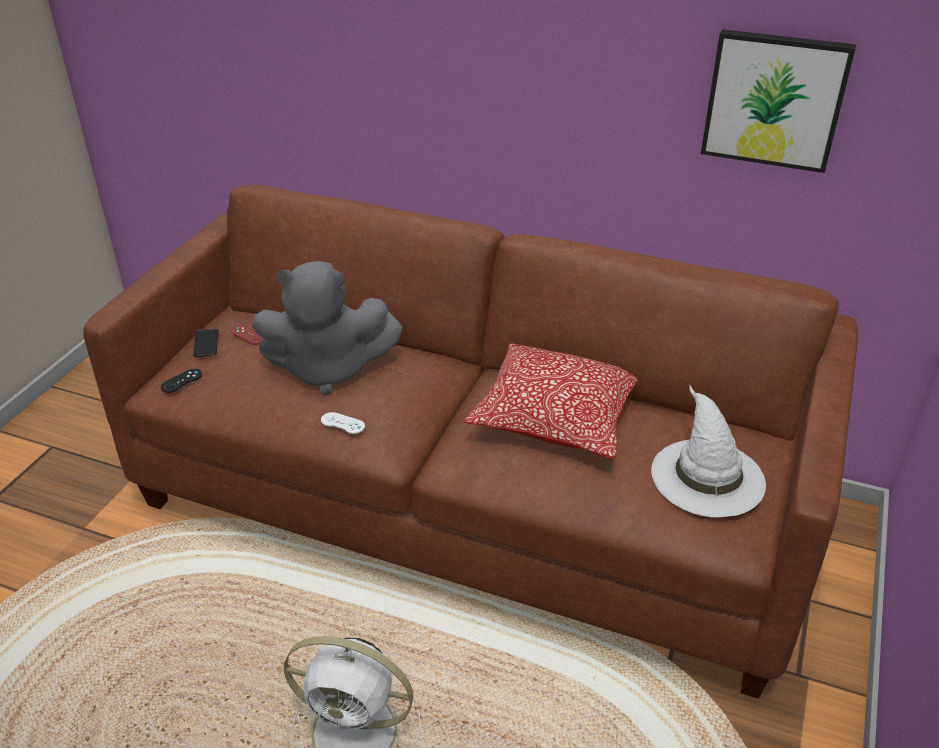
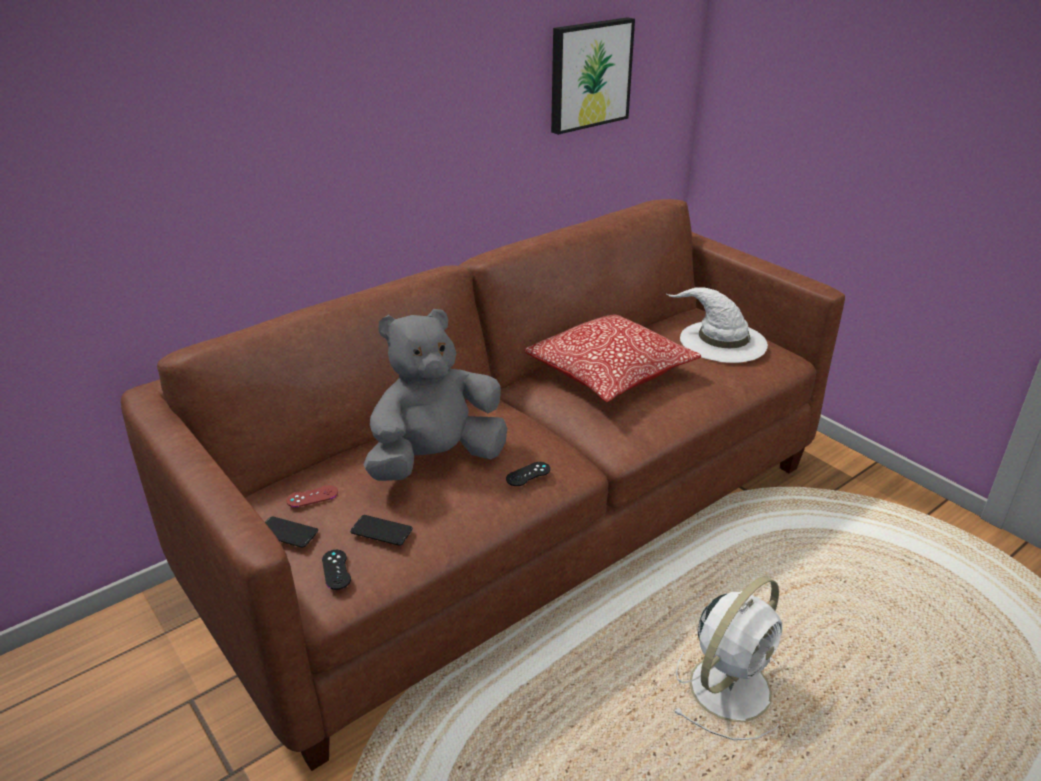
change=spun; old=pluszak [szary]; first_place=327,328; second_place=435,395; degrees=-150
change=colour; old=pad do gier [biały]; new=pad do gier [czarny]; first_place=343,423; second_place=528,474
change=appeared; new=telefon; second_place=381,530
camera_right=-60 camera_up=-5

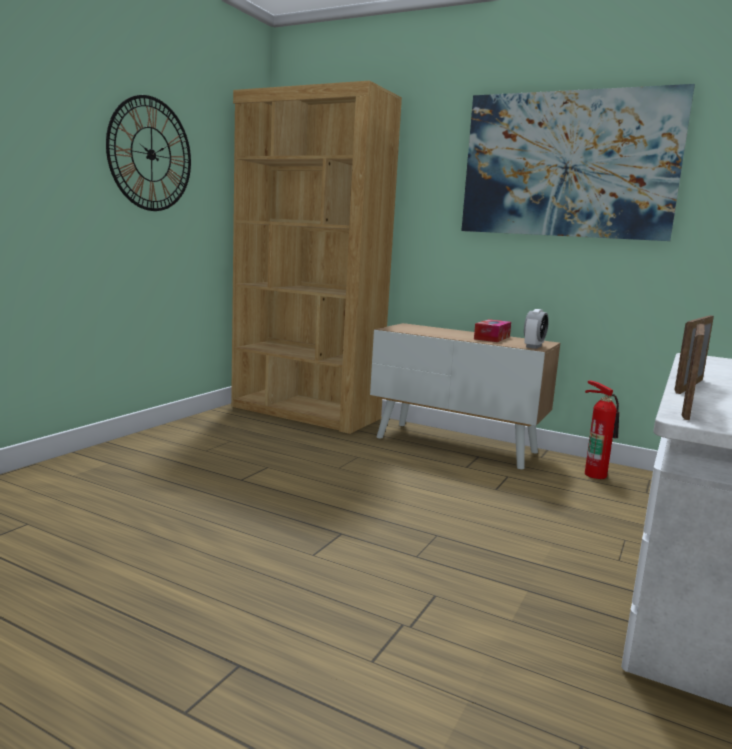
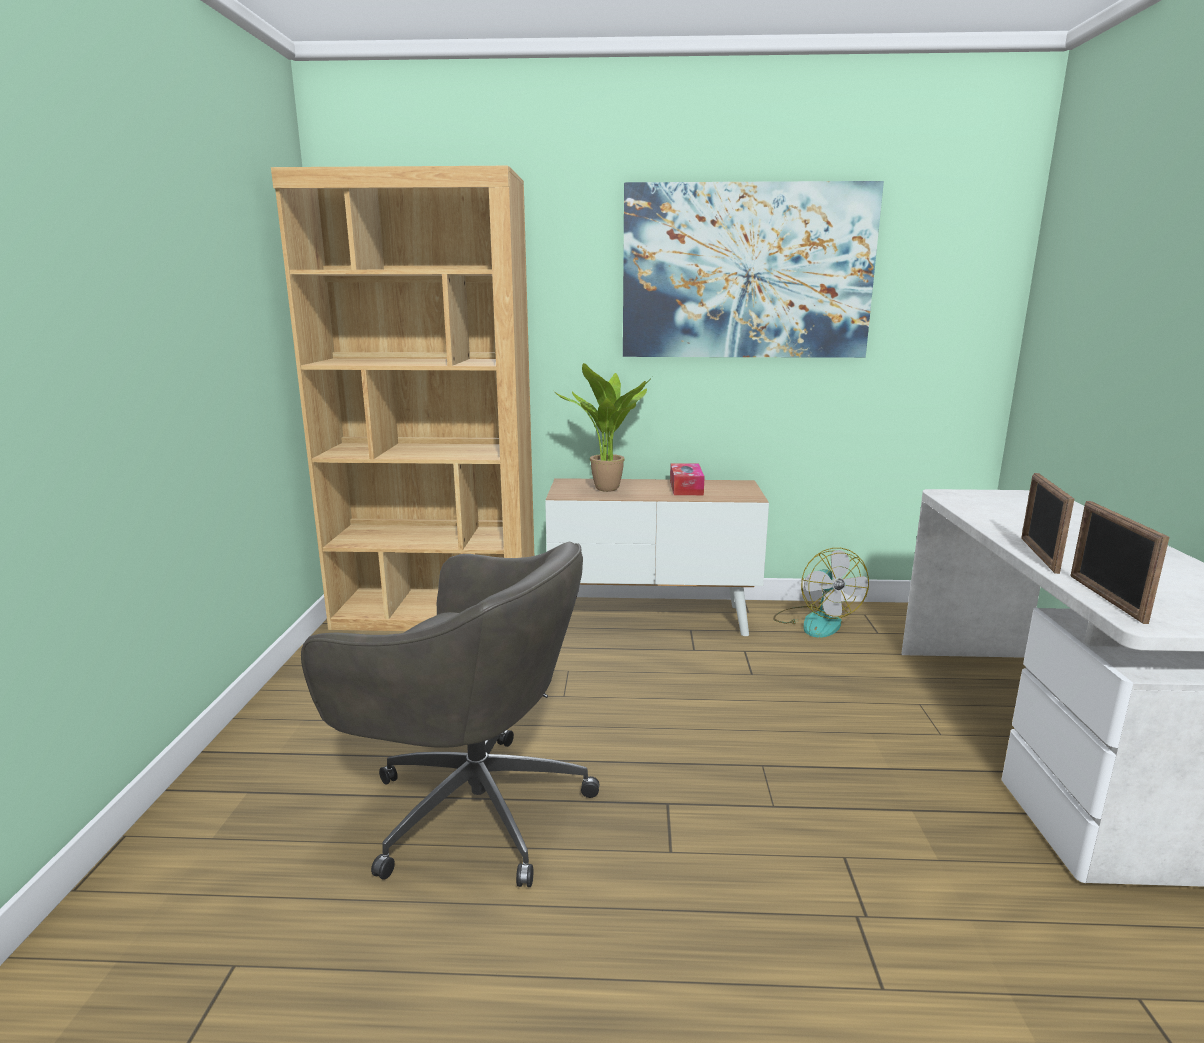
change=missing; old=zegar ścienny; first_place=148,153
change=missing; old=budzik; first_place=536,329
change=exchanged; old=gaśnica; new=wentylator; first_place=602,429; second_place=821,593
change=appeared; new=krzesło biurowe [szary]; second_place=450,714
change=appeared; new=roślina doniczkowa; second_place=602,427
camera_right=-25 camera_up=5

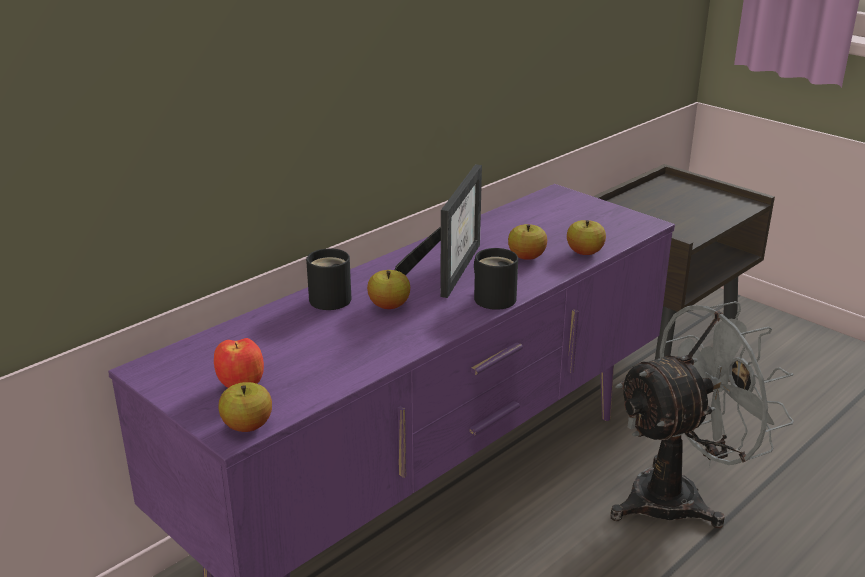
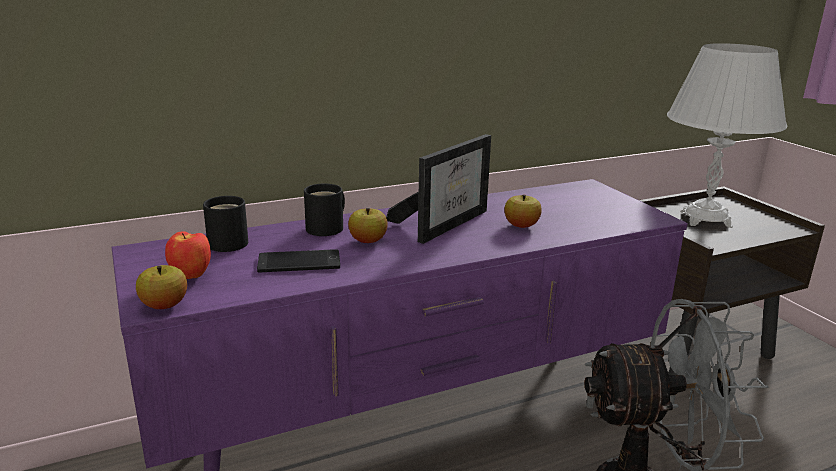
change=relocated; old=kubek [czarny]; first_place=496,279; second_place=225,224
change=missing; old=jabłko; first_place=586,237
change=appeared; new=telefon; second_place=298,261
change=appeared; new=lampa stołowa [biały]; second_place=727,135
camera_right=20 camera_up=-5

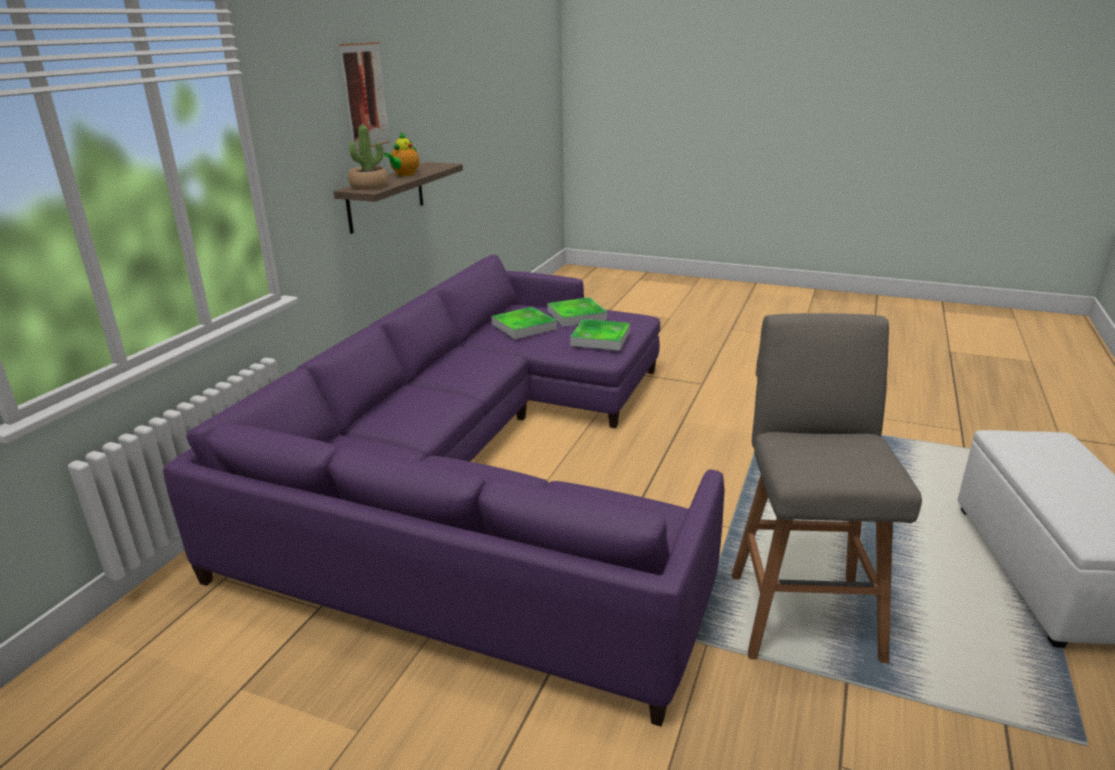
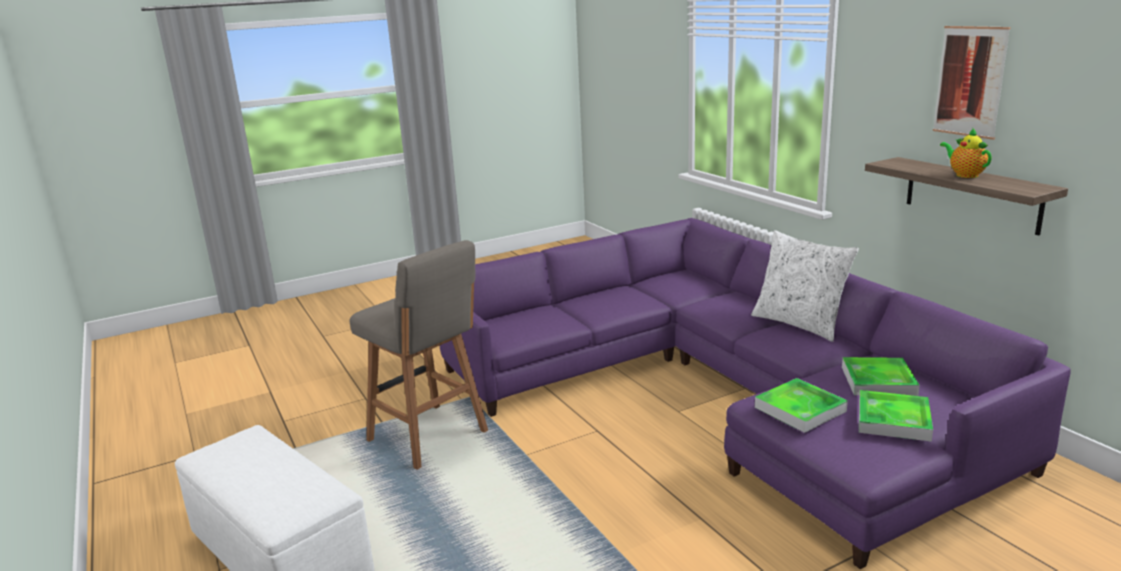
change=missing; old=roślina doniczkowa; first_place=368,157
change=appeared; new=poduszka [biały]; second_place=805,286
camera_right=130 camera_up=-5

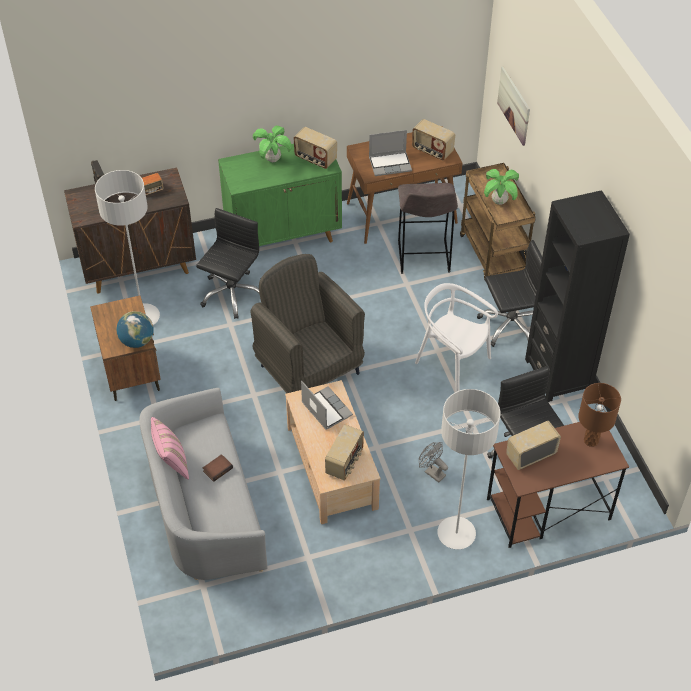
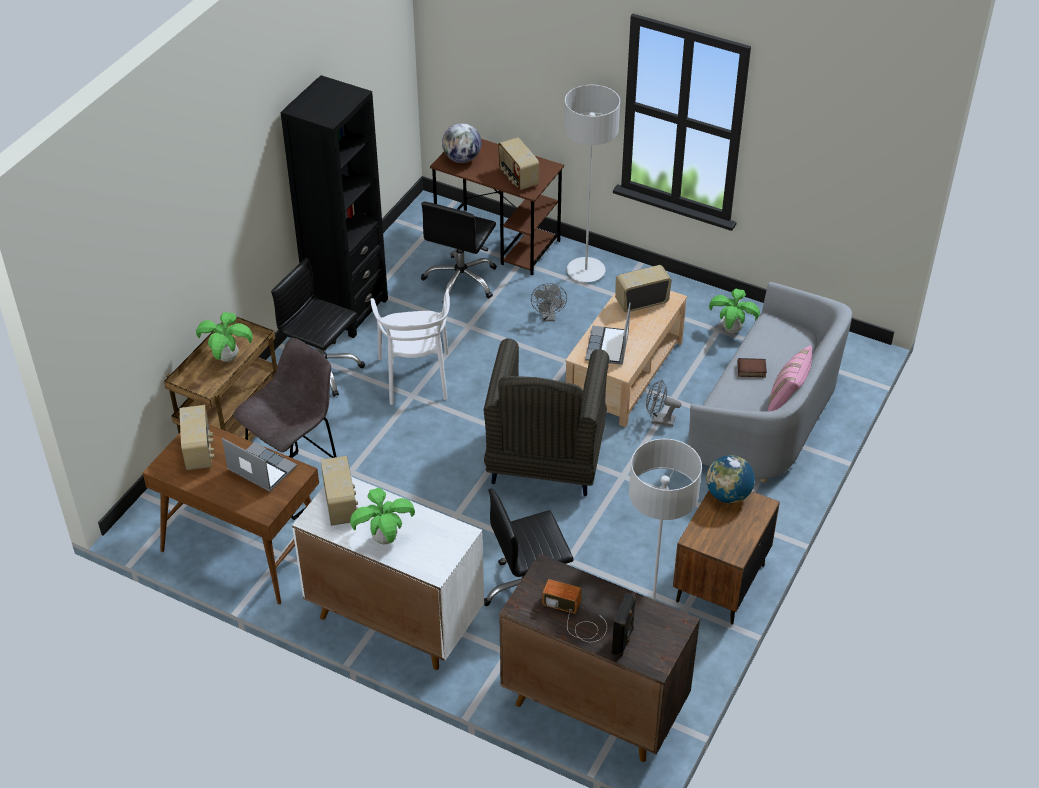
change=colour; old=szafka [zielony]; new=szafka [biały]; first_place=280,195; second_place=388,573
change=missing; old=obraz; first_place=513,106
change=spun; old=radio; first_place=533,445; second_place=518,163; degrees=45
change=exchanged; old=lampa stołowa [brązowy]; new=globus; first_place=599,415; second_place=461,143
change=appeared; new=wentylator [szary]; second_place=663,403
change=appeared; new=roślina doniczkowa; second_place=734,310
camera_right=-135 camera_up=-5

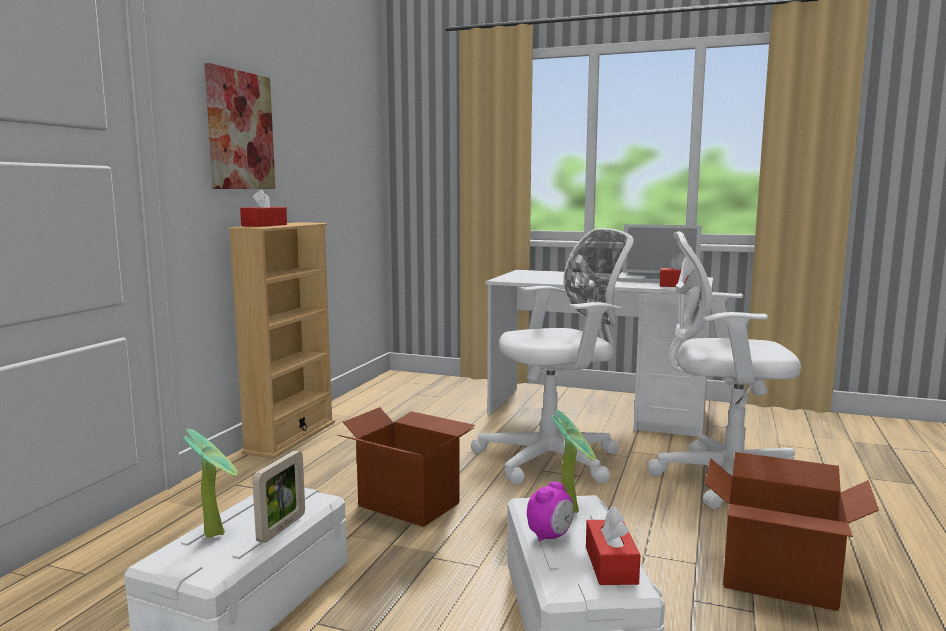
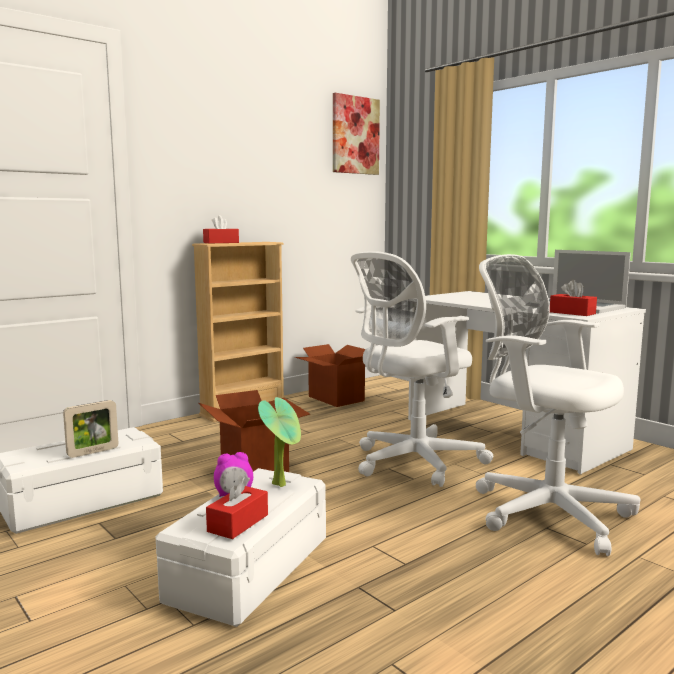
change=missing; old=roślina doniczkowa; first_place=211,483
change=relocated; old=obraz; first_place=240,126; second_place=356,134
change=spun; old=krzesło biurowe [biały]; first_place=552,356; second_place=422,369; degrees=135
change=relocated; old=karton; first_place=792,531; second_place=330,375
camera_right=30 camera_up=0

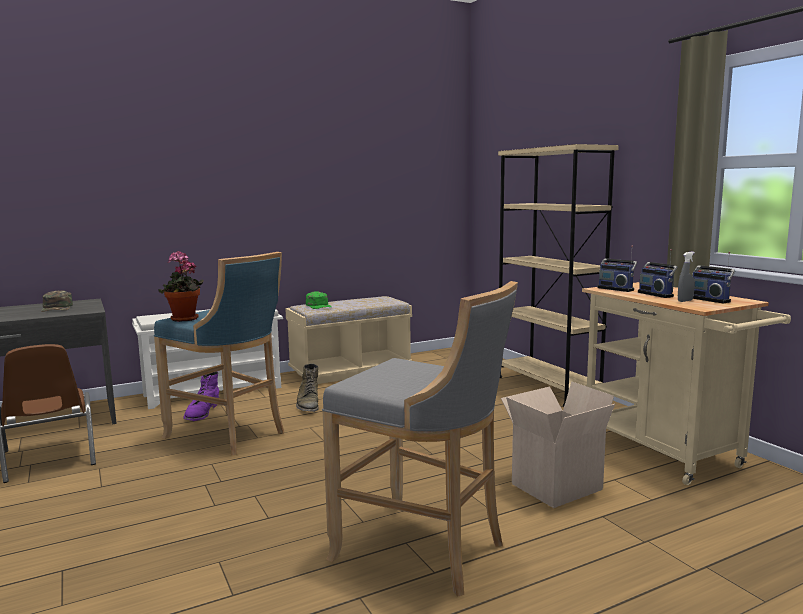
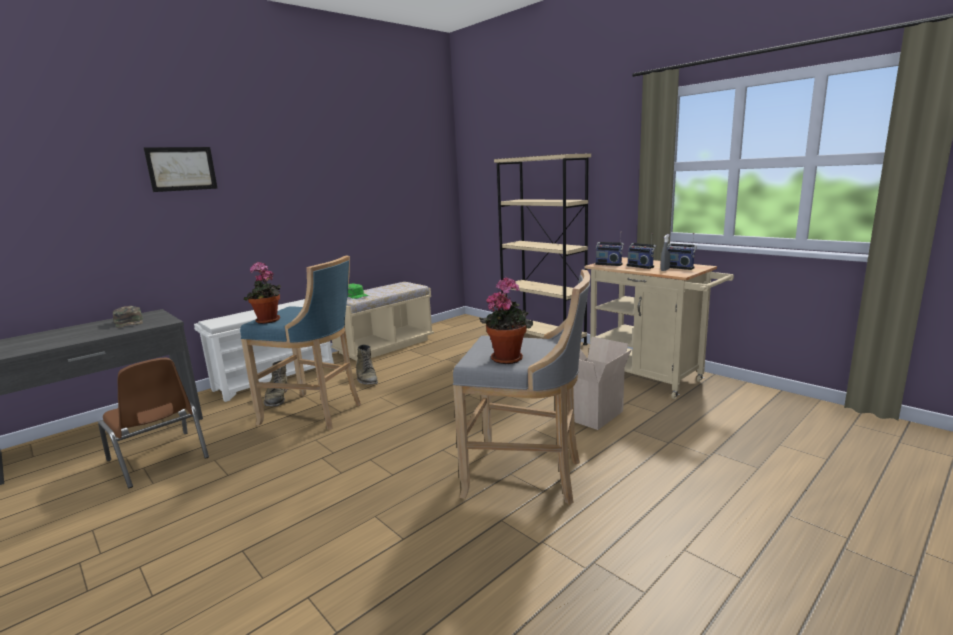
change=colour; old=but z cholewką [fioletowy]; new=but z cholewką [zielony]; first_place=201,396; second_place=276,383
change=appeared; new=obraz; second_place=181,169
change=appeared; new=roślina doniczkowa; second_place=506,320
camera_right=-15 camera_up=5

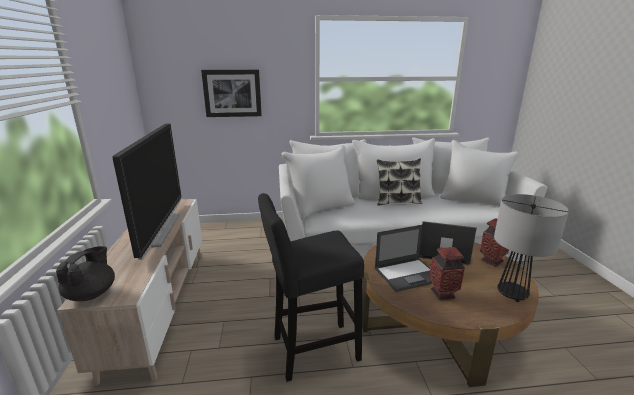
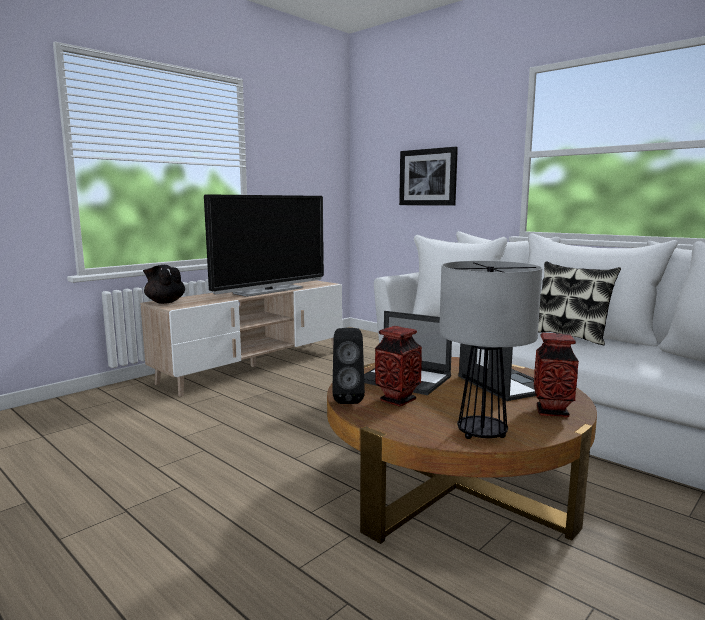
change=spun; old=imbryk [czarny]; first_place=85,273; second_place=164,284; degrees=-120
change=missing; old=stołek [czarny]; first_place=311,287
change=appeared; new=głośnik [czarny]; second_place=348,366
camera_right=50 camera_up=-10

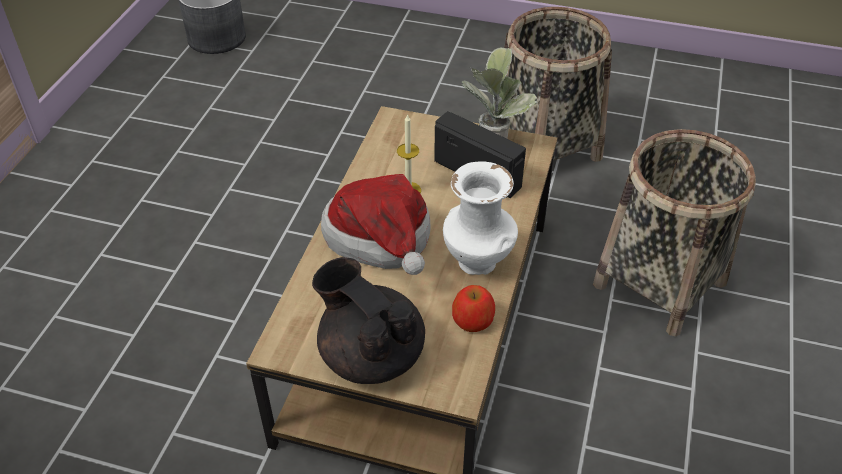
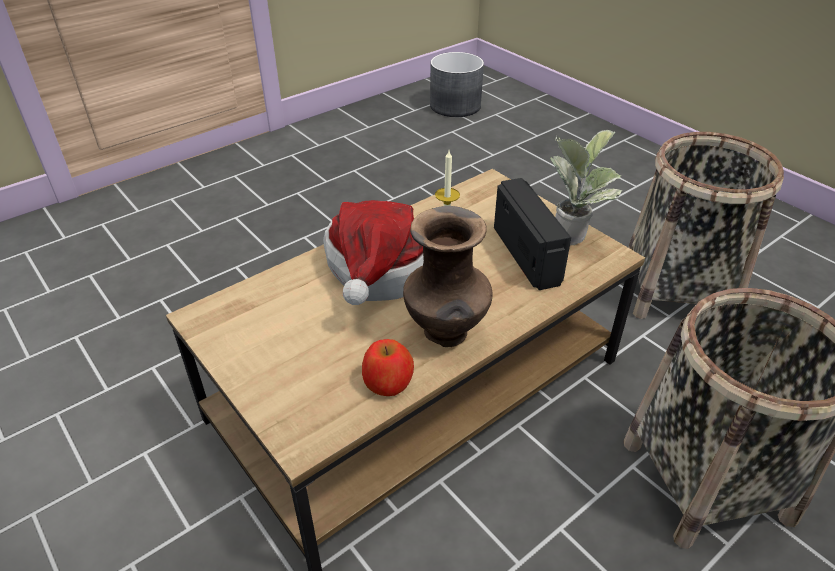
change=missing; old=imbryk [czarny]; first_place=368,320
change=colour; old=wazon [biały]; new=wazon [brązowy]; first_place=480,218; second_place=448,276
camera_right=35 camera_up=-5

